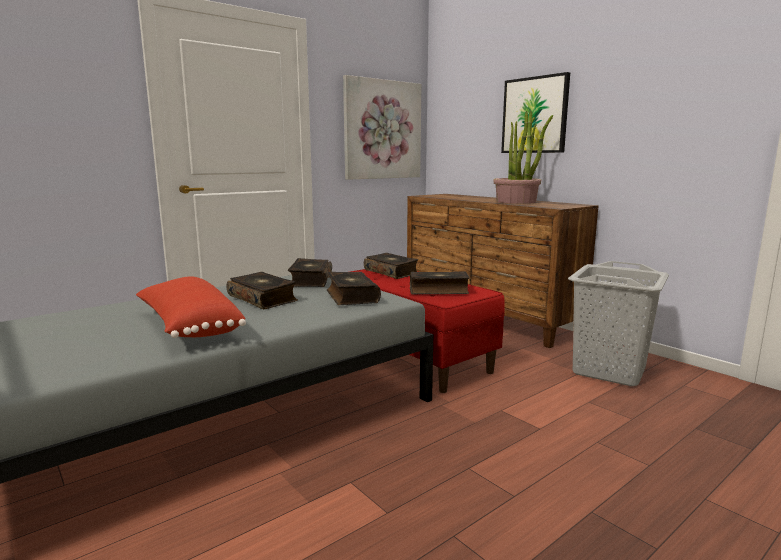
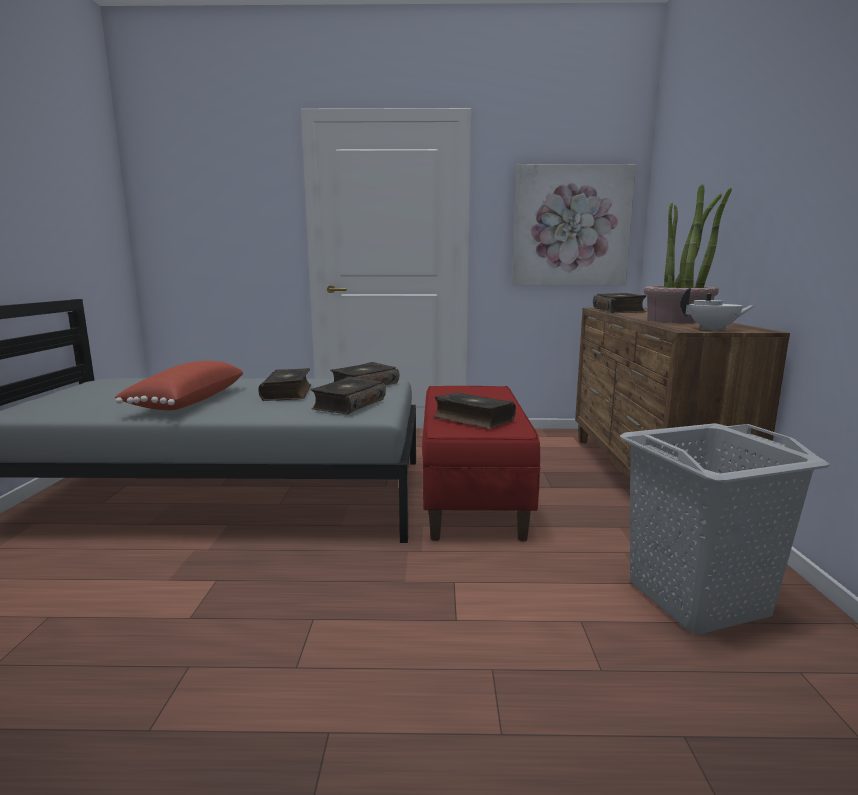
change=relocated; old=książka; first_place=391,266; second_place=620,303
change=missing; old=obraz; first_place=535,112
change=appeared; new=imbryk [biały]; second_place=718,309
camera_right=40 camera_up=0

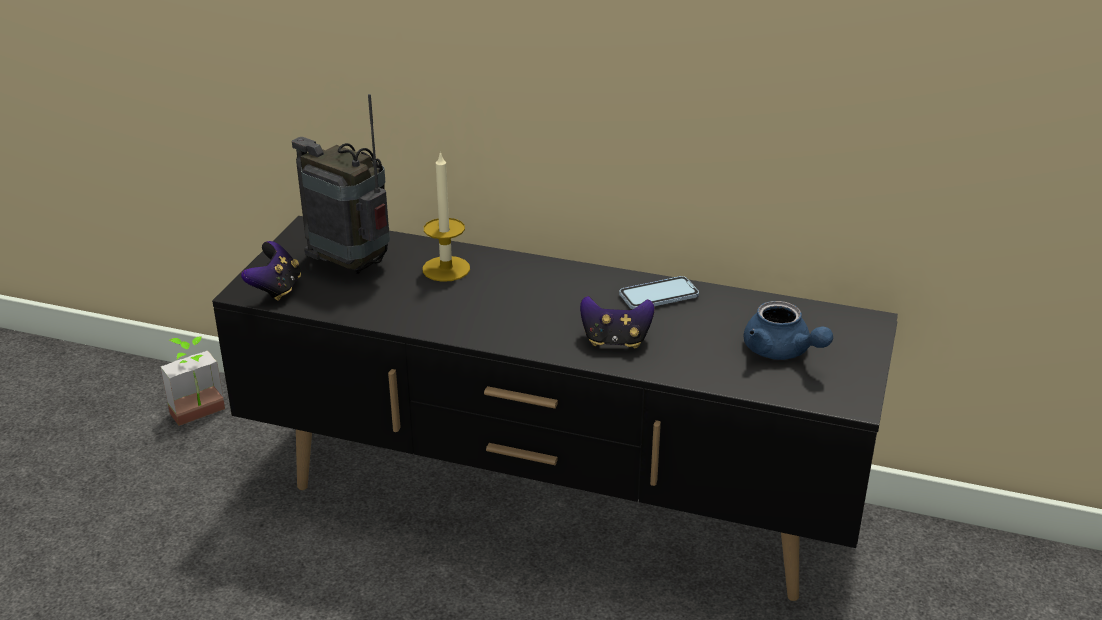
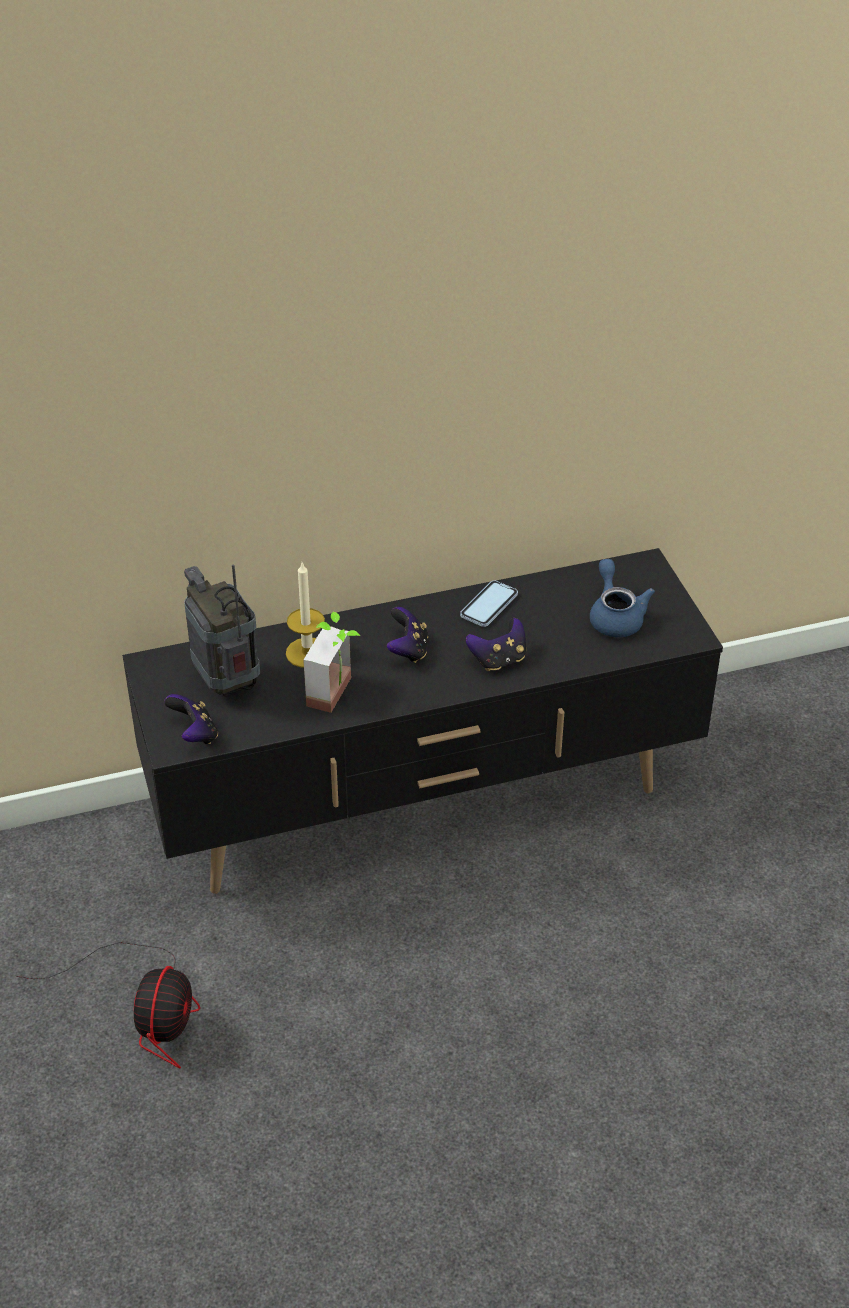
change=relocated; old=roślina doniczkowa; first_place=192,381; second_place=331,662
change=spun; old=radio; first_place=341,184; second_place=222,630; degrees=60
change=spun; old=imbryk [niebieski]; first_place=788,330; second_place=622,598; degrees=-120
change=appeared; new=wentylator; second_place=108,1005
change=appeared; new=pad do gier; second_place=407,635
camera_right=-35 camera_up=10

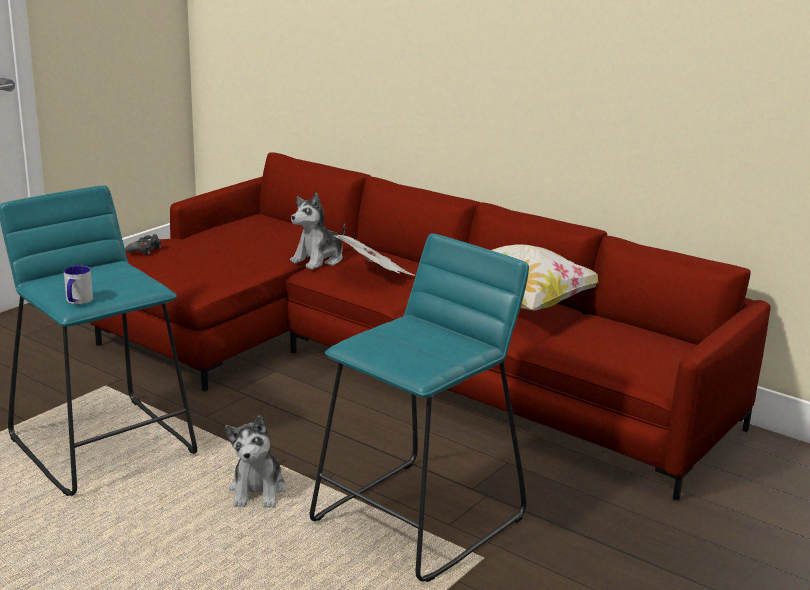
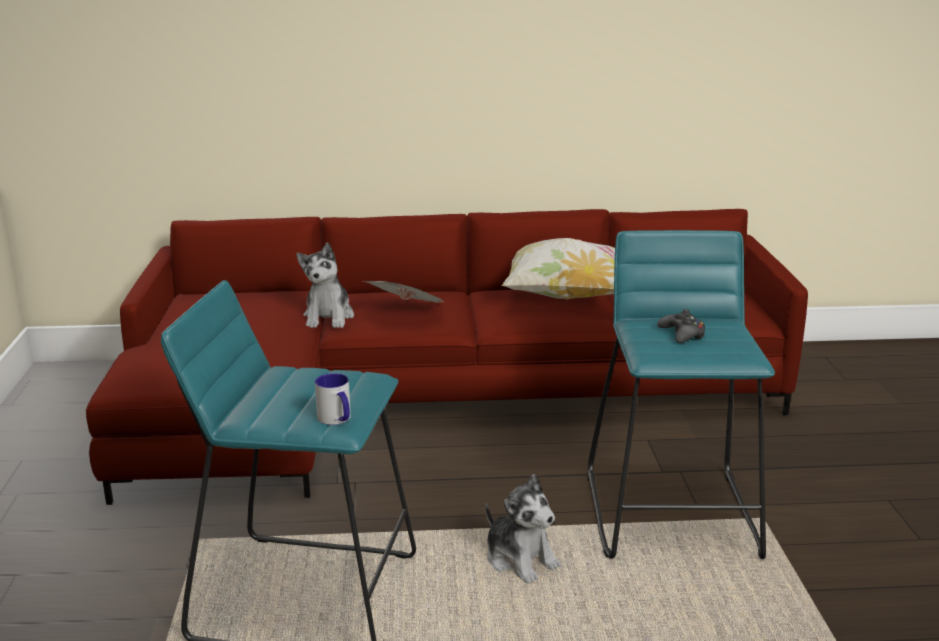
change=relocated; old=pad do gier [czarny]; first_place=143,244; second_place=681,326
camera_right=-40 camera_up=0

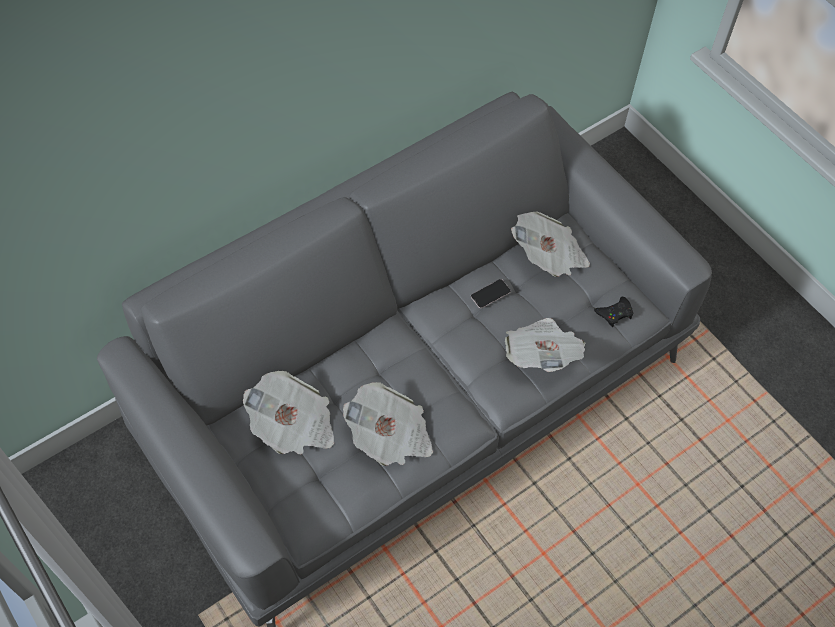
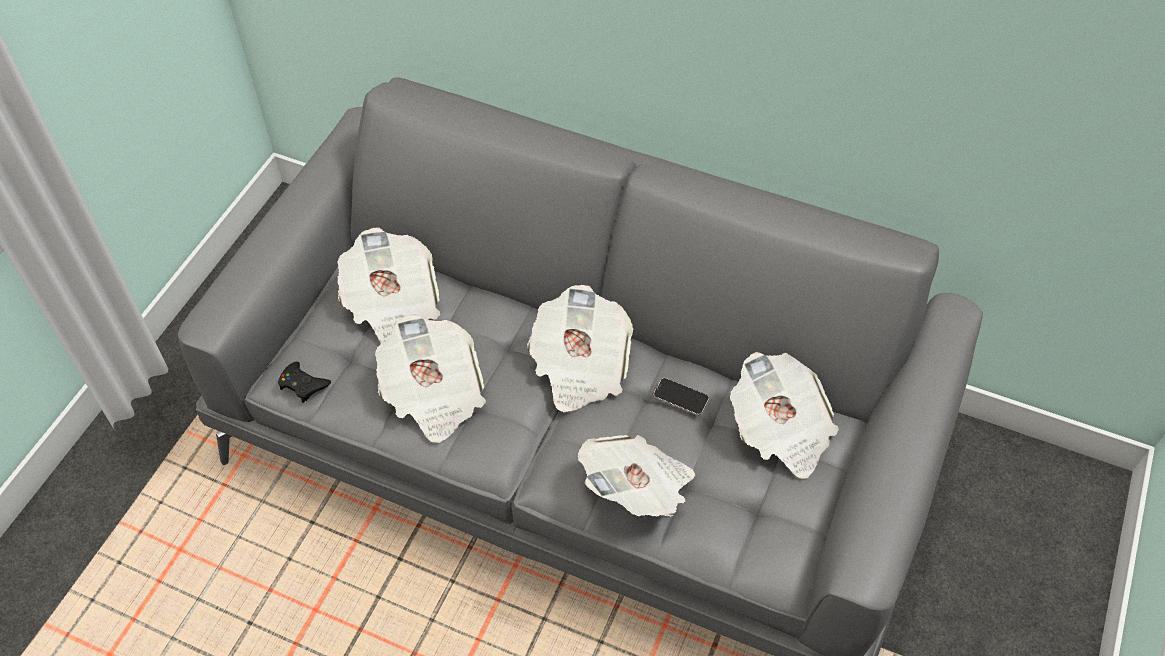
change=relocated; old=pad do gier [czarny]; first_place=613,312; second_place=304,382
change=appeared; new=gazeta; second_place=580,348
camera_right=60 camera_up=-5

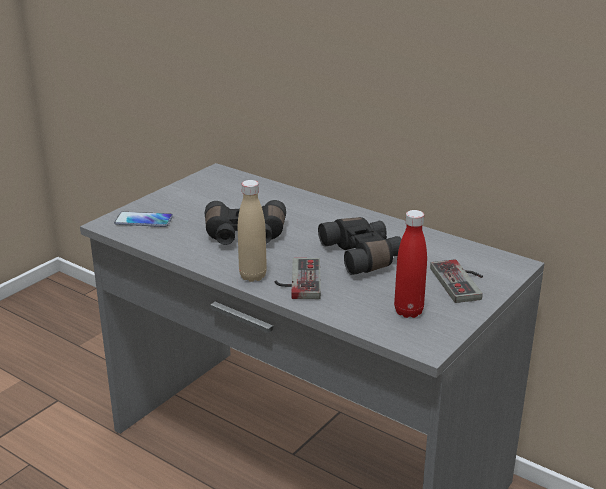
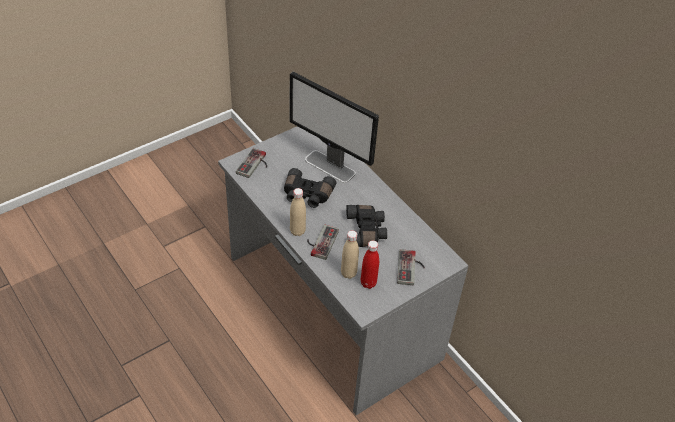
change=exchanged; old=telefon; new=pad do gier; first_place=143,219; second_place=251,163
change=appeared; new=monitor; second_place=334,127
change=appeared; new=butelka [beżowy]; second_place=350,254
camera_right=15 camera_up=20

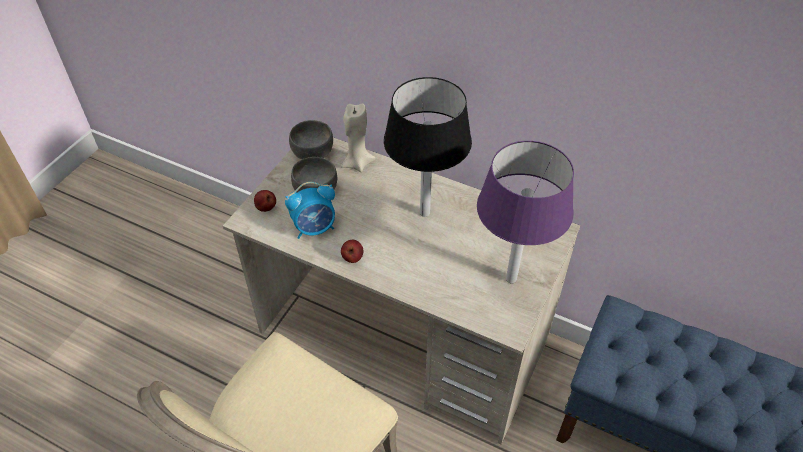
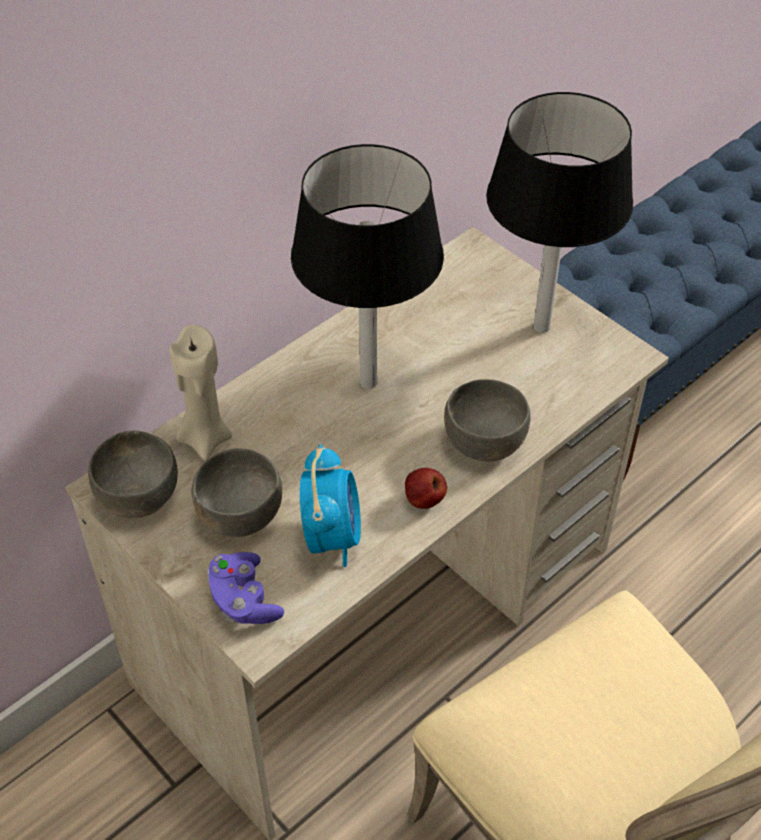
change=exchanged; old=jabłko; new=pad do gier [fioletowy]; first_place=265,201; second_place=245,588
change=colour; old=lampa stołowa [fioletowy]; new=lampa stołowa [czarny]; first_place=525,212; second_place=559,212
change=appeared; new=miska [szary]; second_place=487,420
camera_right=-70 camera_up=0

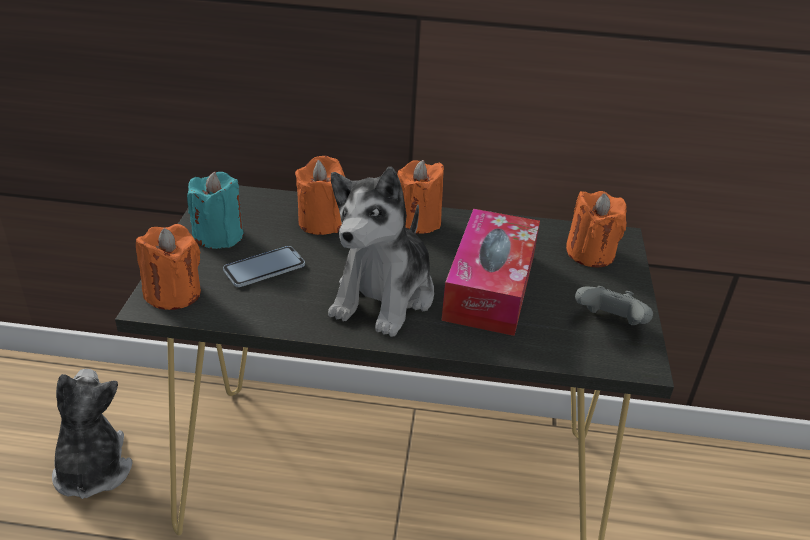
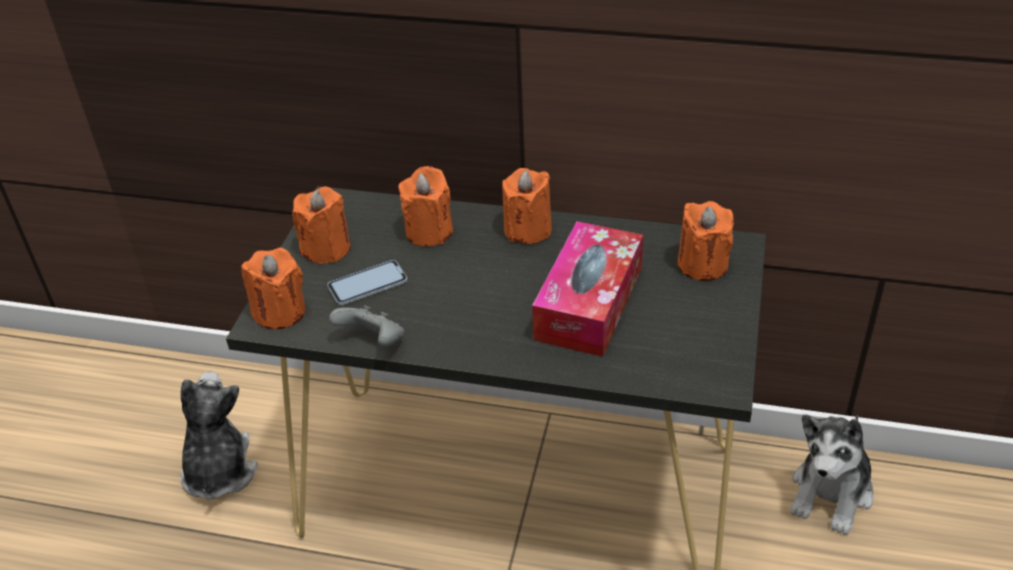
change=colour; old=świeca [turkusowy]; new=świeca [pomarańczowy]; first_place=215,210; second_place=321,225
change=relocated; old=pluszak; first_place=381,252; second_place=832,474
change=relocated; old=pad do gier [szary]; first_place=614,305; second_place=366,325
camera_right=10 camera_up=5

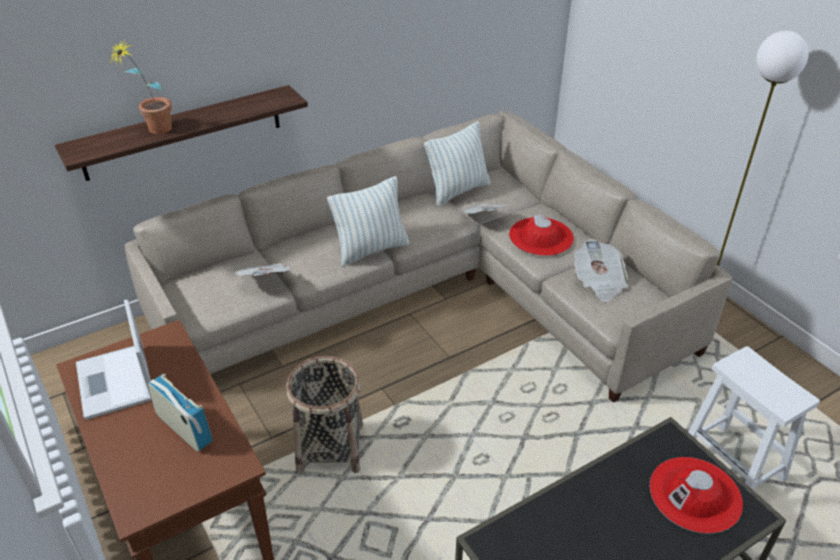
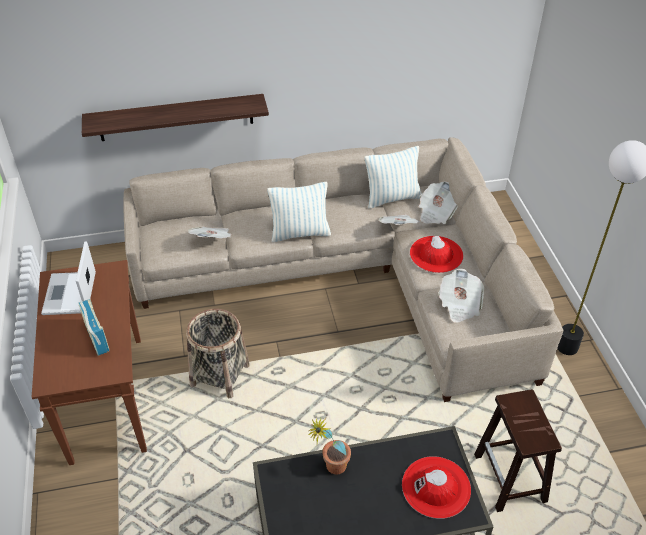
change=relocated; old=roślina doniczkowa; first_place=141,86; second_place=329,446
change=colour; old=stołek [biały]; new=stołek [brązowy]; first_place=754,418; second_place=518,450
change=appeared; new=gazeta; second_place=438,202
camera_right=20 camera_up=5

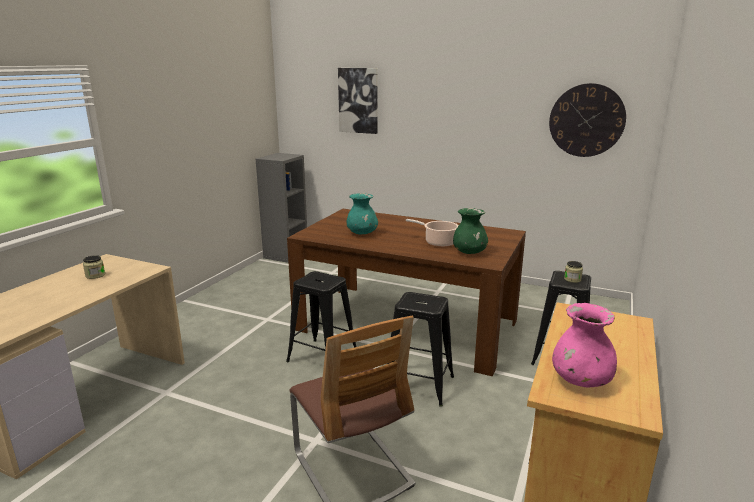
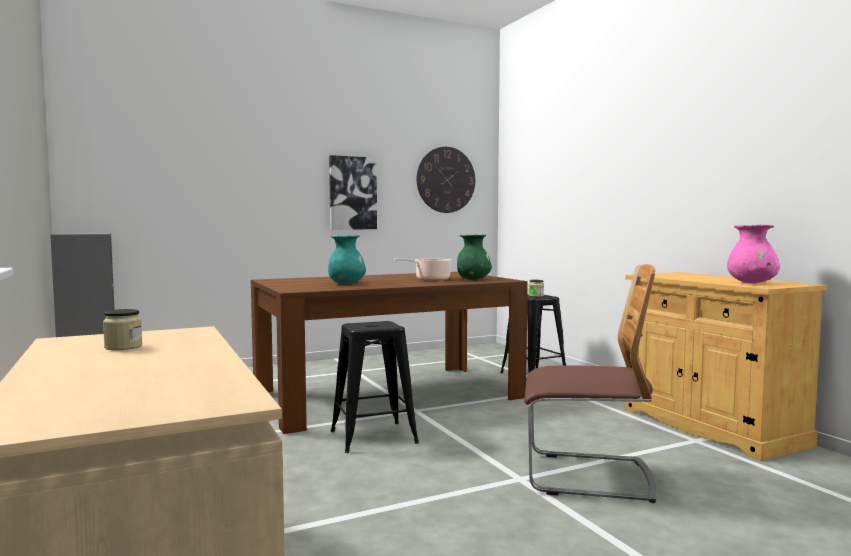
change=relocated; old=obraz; first_place=358,101; second_place=353,192
change=missing; old=stołek [czarny]; first_place=420,349
camera_right=-50 camera_up=-15

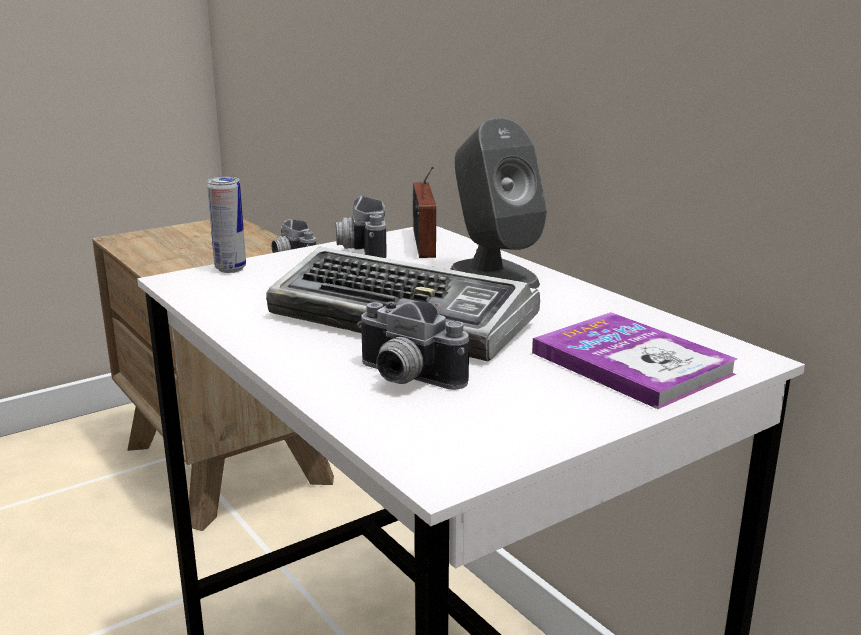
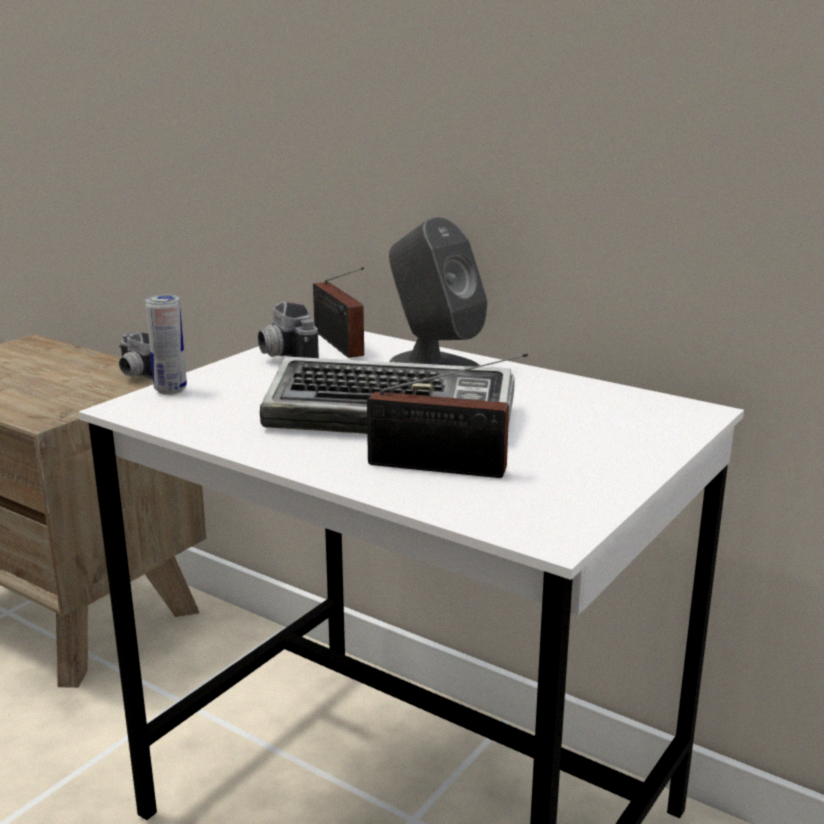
change=exchanged; old=aparat fotograficzny; new=radio; first_place=413,346; second_place=447,415
change=missing; old=książka; first_place=635,360
camera_right=-20 camera_up=0

